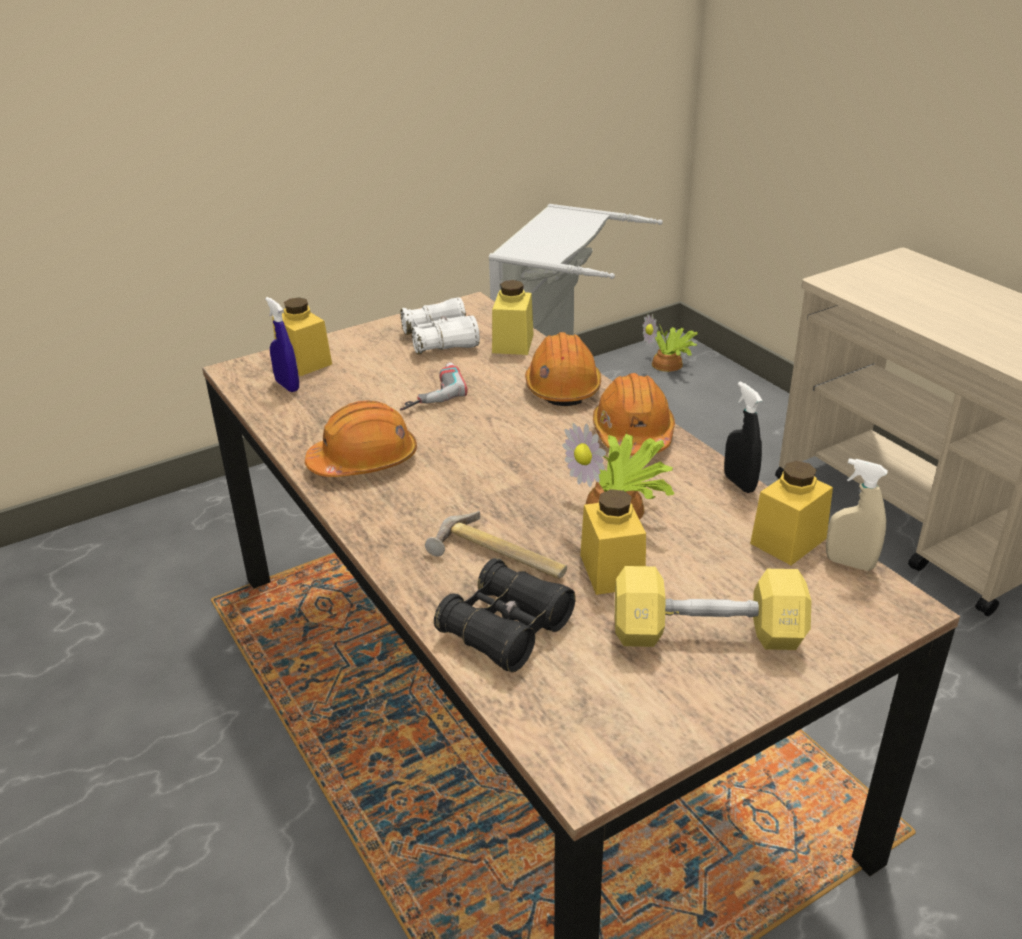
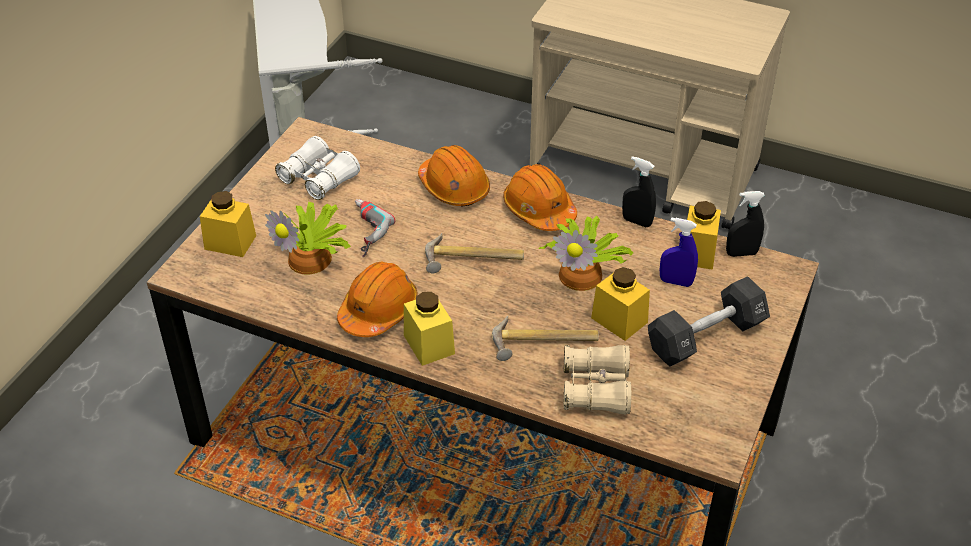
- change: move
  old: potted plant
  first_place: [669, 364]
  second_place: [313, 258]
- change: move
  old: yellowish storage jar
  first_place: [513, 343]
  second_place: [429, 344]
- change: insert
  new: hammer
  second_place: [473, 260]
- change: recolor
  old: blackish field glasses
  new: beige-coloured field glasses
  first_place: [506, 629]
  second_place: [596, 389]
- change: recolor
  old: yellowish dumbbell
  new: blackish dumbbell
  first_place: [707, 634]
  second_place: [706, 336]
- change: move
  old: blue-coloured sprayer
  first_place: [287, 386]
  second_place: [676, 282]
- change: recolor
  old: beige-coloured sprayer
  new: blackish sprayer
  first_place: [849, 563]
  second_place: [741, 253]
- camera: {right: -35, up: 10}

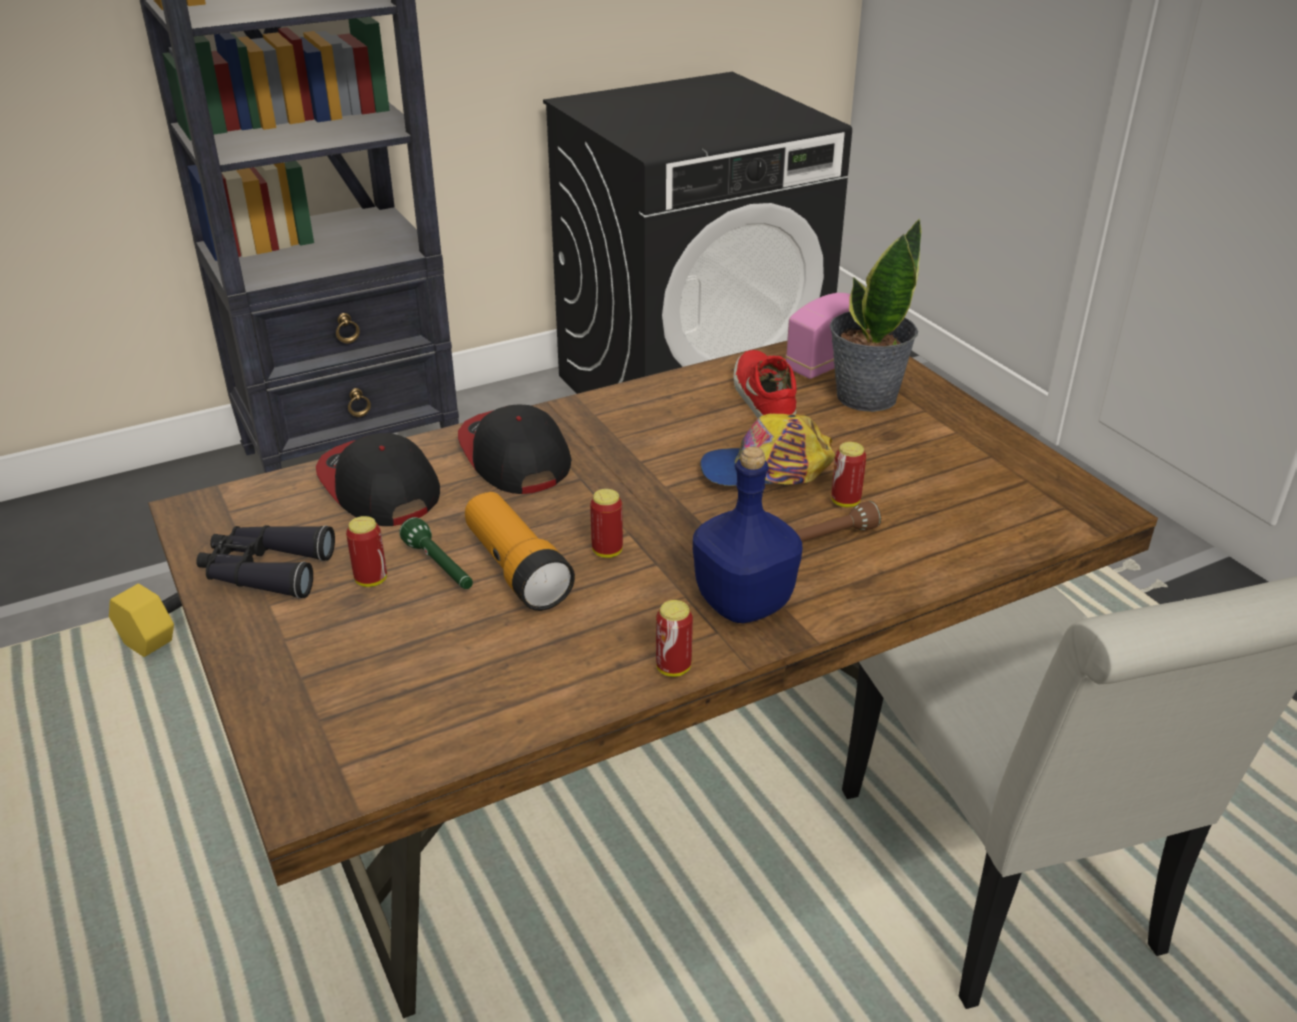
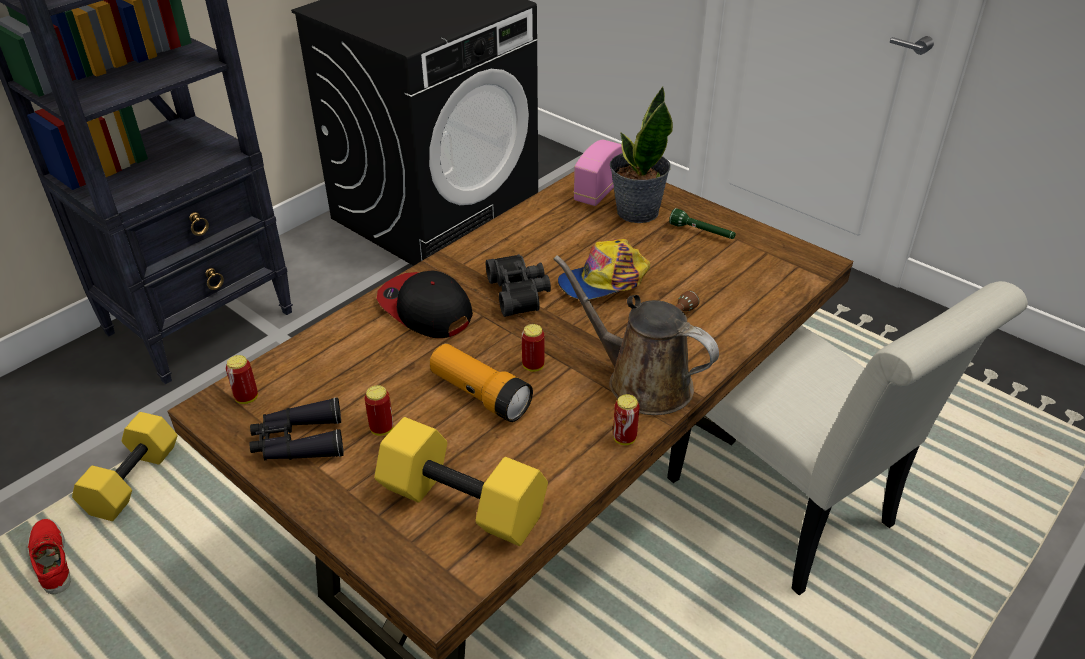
- change: move
  old: reddish low shoe
  first_place: [762, 397]
  second_place: [50, 560]
- change: move
  old: sealed can
  first_place: [845, 502]
  second_place: [247, 398]
- change: insert
  new: yellowish dumbbell
  second_place: [465, 502]
- change: insert
  new: blackish field glasses
  second_place: [520, 293]
- change: replace
  old: blue-coloured beverage bottle
  new: brown-coloured watering can
  first_place: [742, 604]
  second_place: [642, 382]
- change: move
  old: green torch
  first_place: [440, 567]
  second_place: [702, 233]
- change: delete
  old: baseball cap
  first_place: [378, 486]
- camera: {right: -20, up: 5}

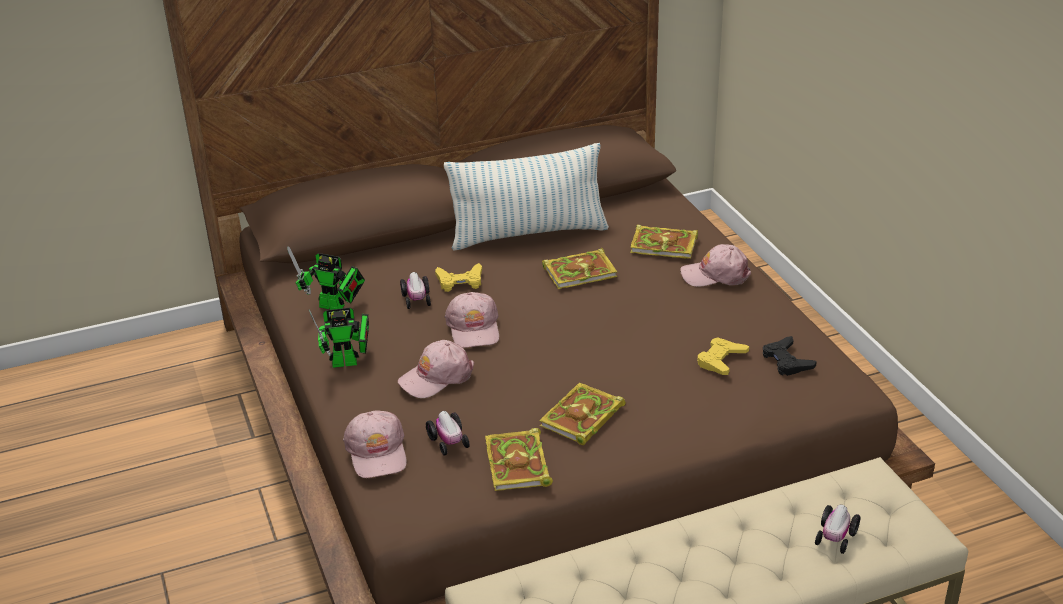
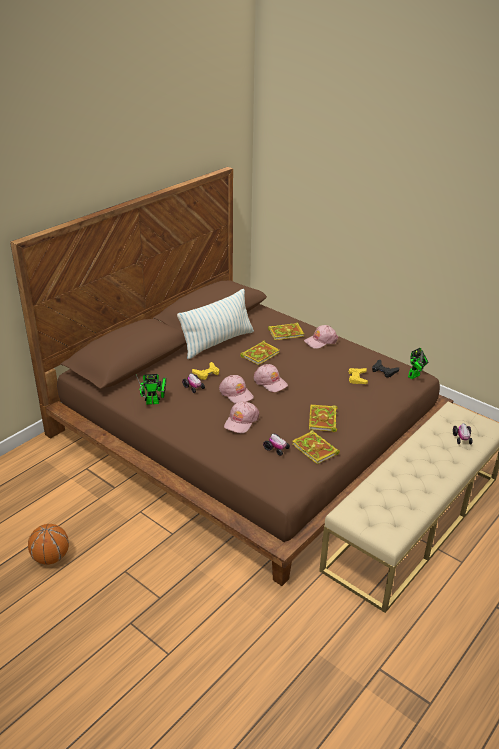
- change: insert
  new: basketball
  second_place: [51, 557]
- change: move
  old: pinkish baseball cap
  first_place: [377, 452]
  second_place: [270, 382]
- change: move
  old: robot figure
  first_place: [349, 362]
  second_place: [415, 375]
- camera: {right: -30, up: 0}

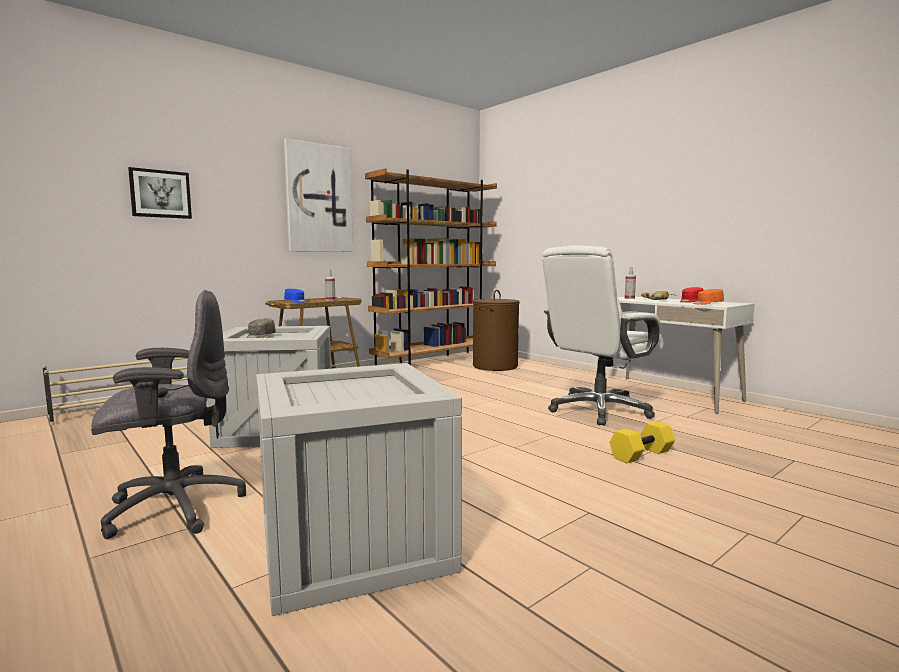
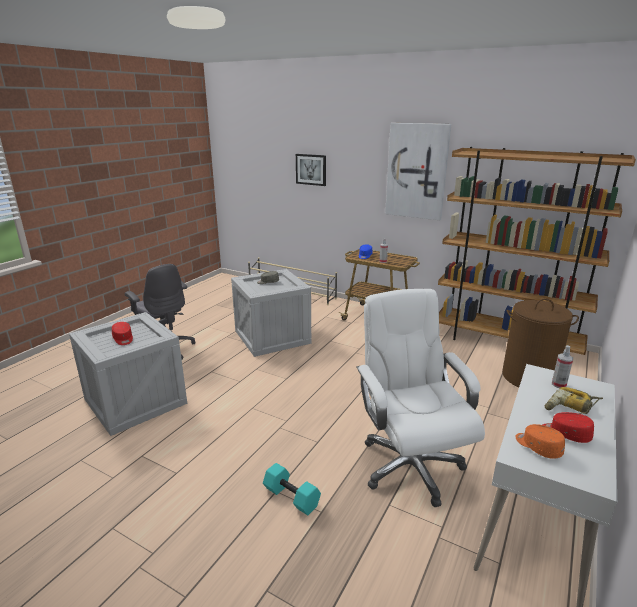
- change: insert
  new: reddish baseball cap
  second_place: [123, 339]
- change: recolor
  old: yellowish dumbbell
  new: turquoise dumbbell
  first_place: [642, 455]
  second_place: [290, 497]
- change: rotate
  old: white computer chair
  first_place: [599, 410]
  second_place: [410, 465]
  degrees: 45
- camera: {right: 70, up: 15}

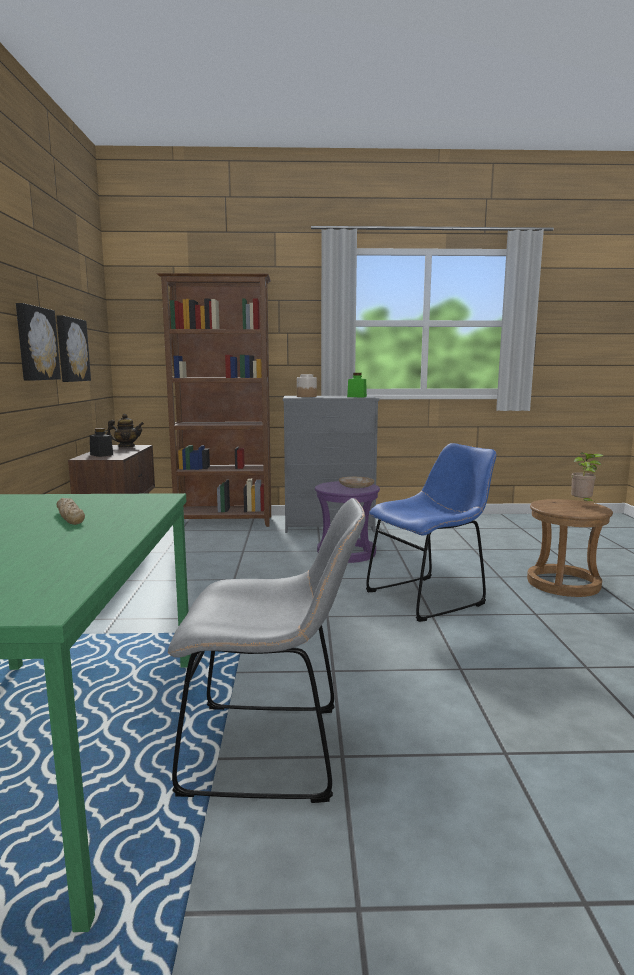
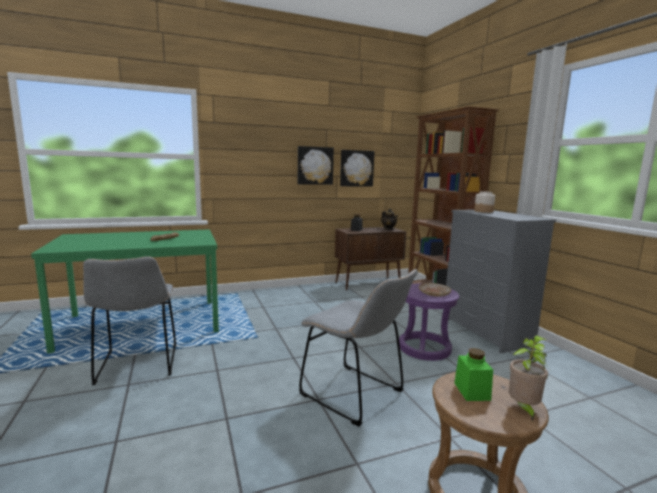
- change: recolor
  old: blue-coloured upright chair
  new: gray upright chair
  first_place: [429, 597]
  second_place: [356, 395]
- change: move
  old: green storage jar
  first_place: [357, 397]
  second_place: [472, 391]
- camera: {right: 70, up: 0}

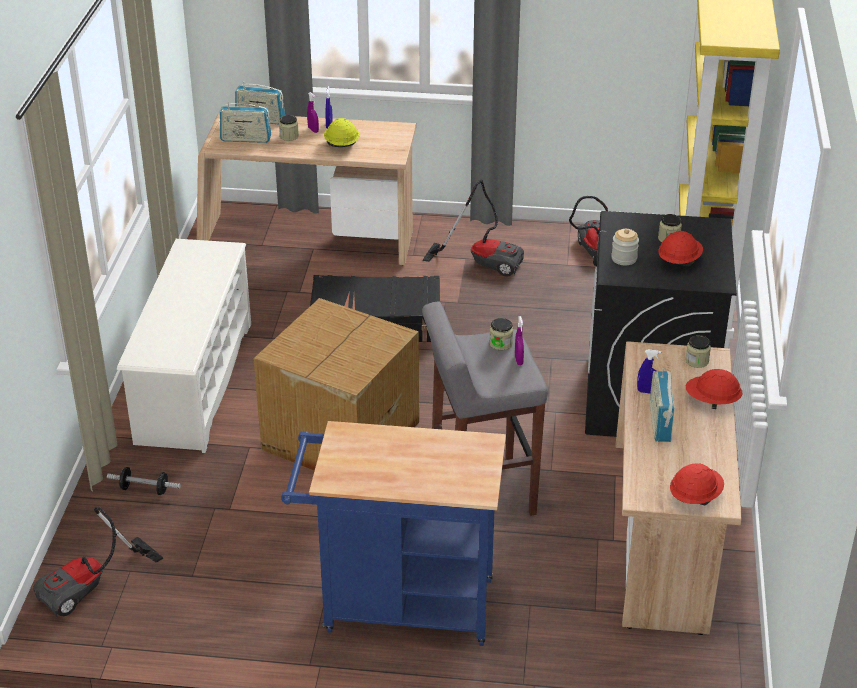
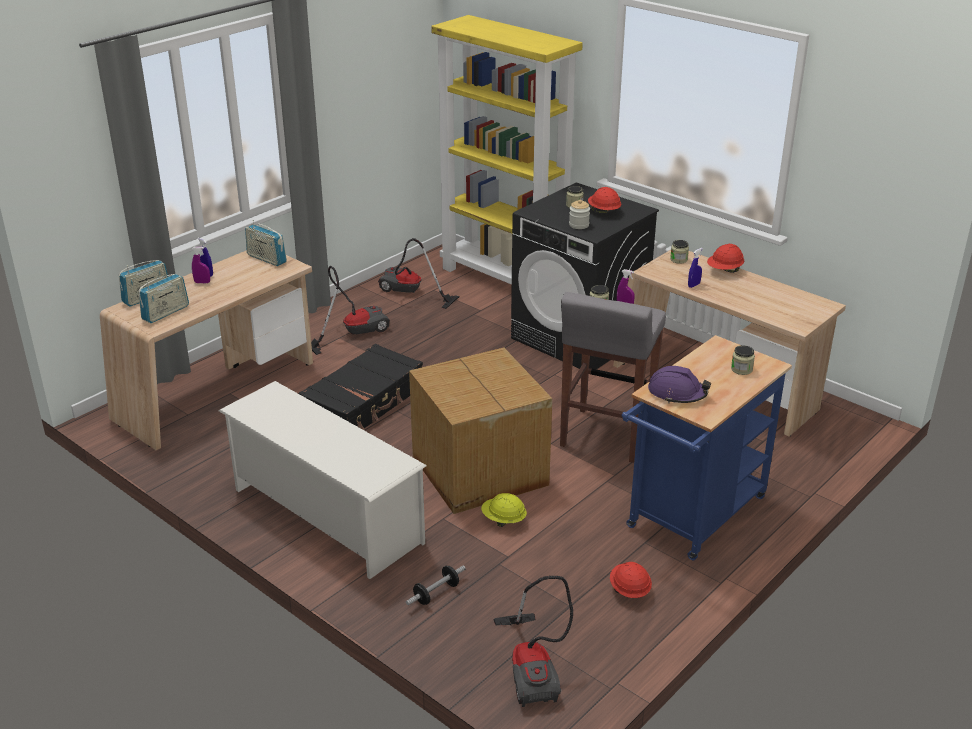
- change: move
  old: radio set
  first_place: [660, 423]
  second_place: [266, 259]
- change: move
  old: yellowish hard hat
  first_place: [341, 145]
  second_place: [503, 520]
- change: move
  old: reddish hard hat
  first_place: [695, 497]
  second_place: [629, 590]
- change: insert
  new: purple-coloured hard hat
  second_place: [677, 393]
- change: move
  old: storage jar
  first_place: [289, 136]
  second_place: [741, 369]
- camera: {right: -55, up: -5}

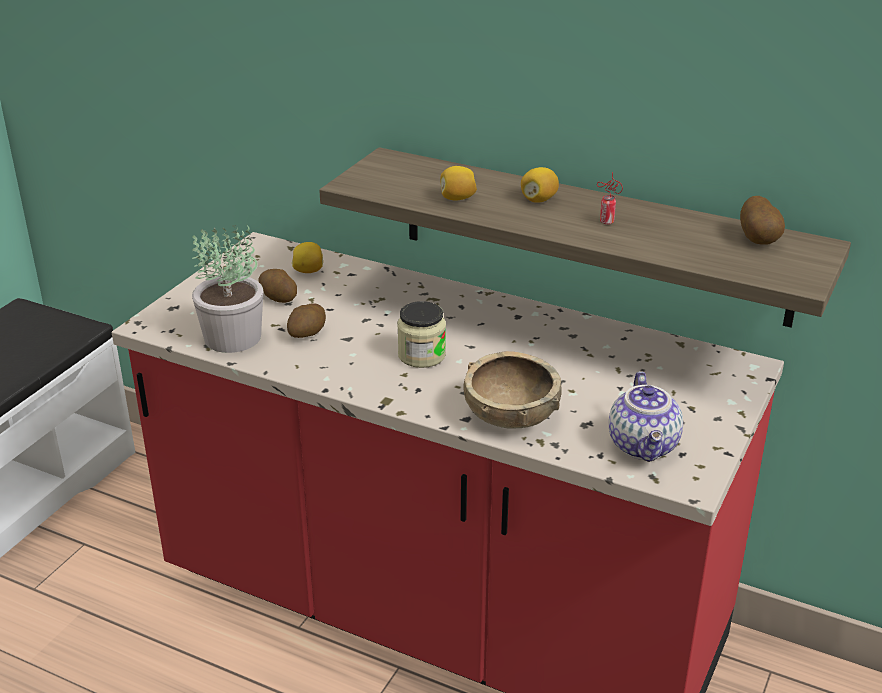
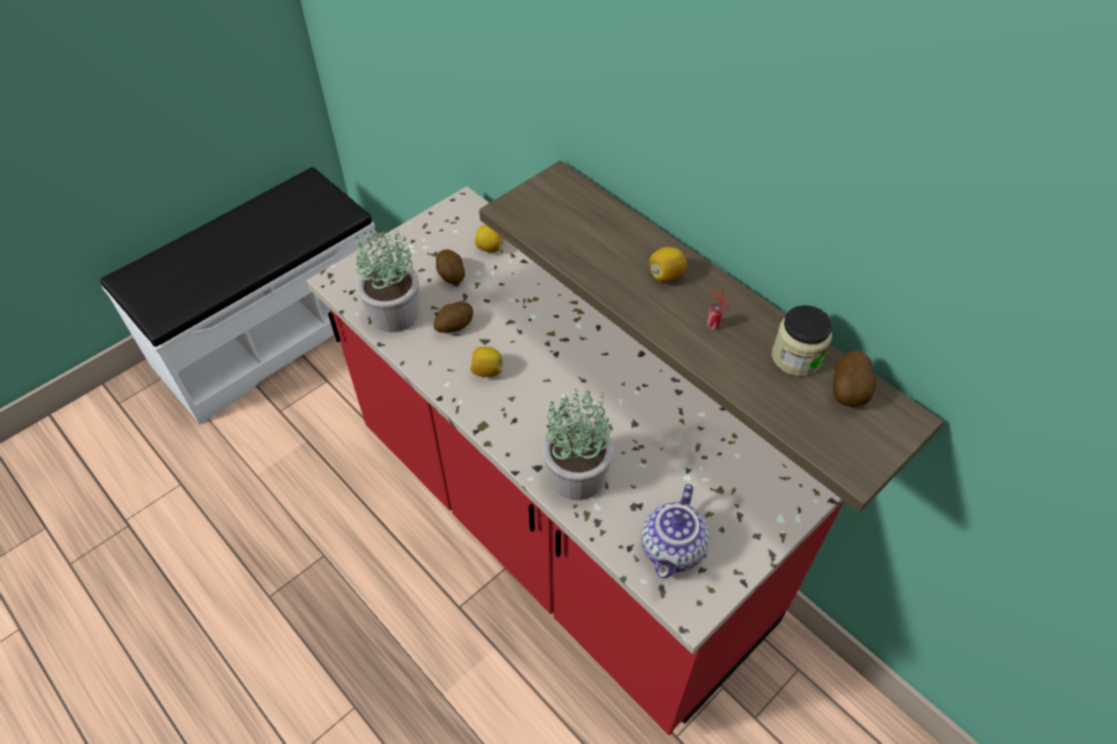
- change: move
  old: citrus fruit
  first_place: [457, 198]
  second_place: [487, 371]
- change: replace
  old: brown-coloured deep dish
  new: potted plant
  first_place: [511, 414]
  second_place: [577, 474]
- change: move
  old: storage jar
  first_place: [421, 355]
  second_place: [796, 357]
- camera: {right: 20, up: 20}

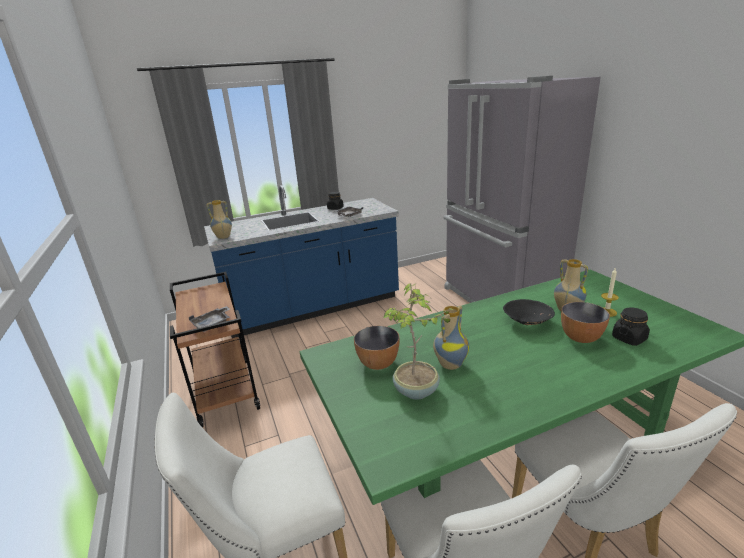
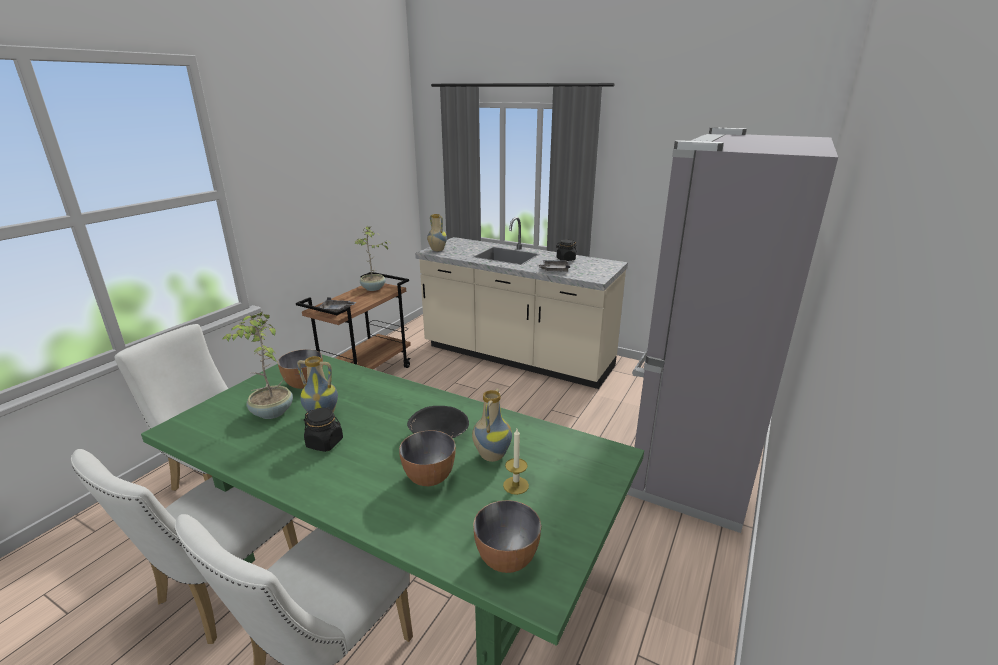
- change: move
  old: blackish storage jar
  first_place: [629, 338]
  second_place: [325, 443]
- change: insert
  new: potted plant
  second_place: [373, 288]
- change: recolor
  old: blue-coloured kitchen counter
  new: beige-coloured kitchen counter
  first_place: [314, 309]
  second_place: [517, 358]
- change: insert
  new: deep dish
  second_place: [506, 559]
- camera: {right: 50, up: 0}

